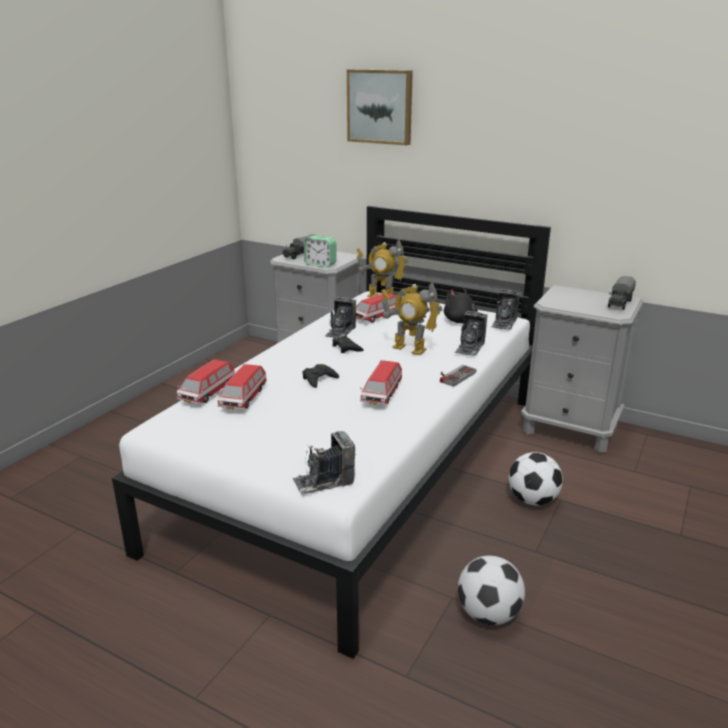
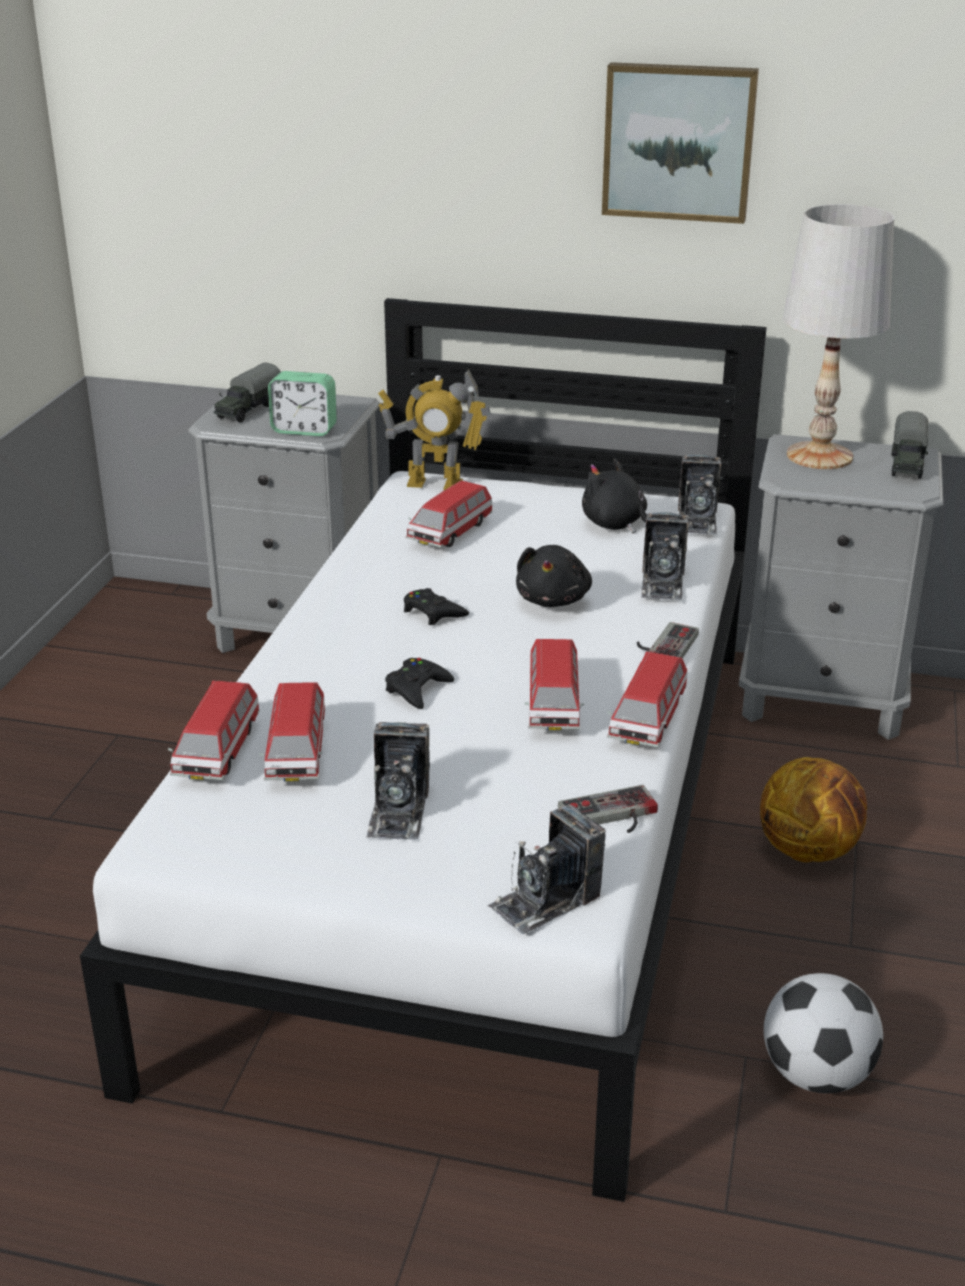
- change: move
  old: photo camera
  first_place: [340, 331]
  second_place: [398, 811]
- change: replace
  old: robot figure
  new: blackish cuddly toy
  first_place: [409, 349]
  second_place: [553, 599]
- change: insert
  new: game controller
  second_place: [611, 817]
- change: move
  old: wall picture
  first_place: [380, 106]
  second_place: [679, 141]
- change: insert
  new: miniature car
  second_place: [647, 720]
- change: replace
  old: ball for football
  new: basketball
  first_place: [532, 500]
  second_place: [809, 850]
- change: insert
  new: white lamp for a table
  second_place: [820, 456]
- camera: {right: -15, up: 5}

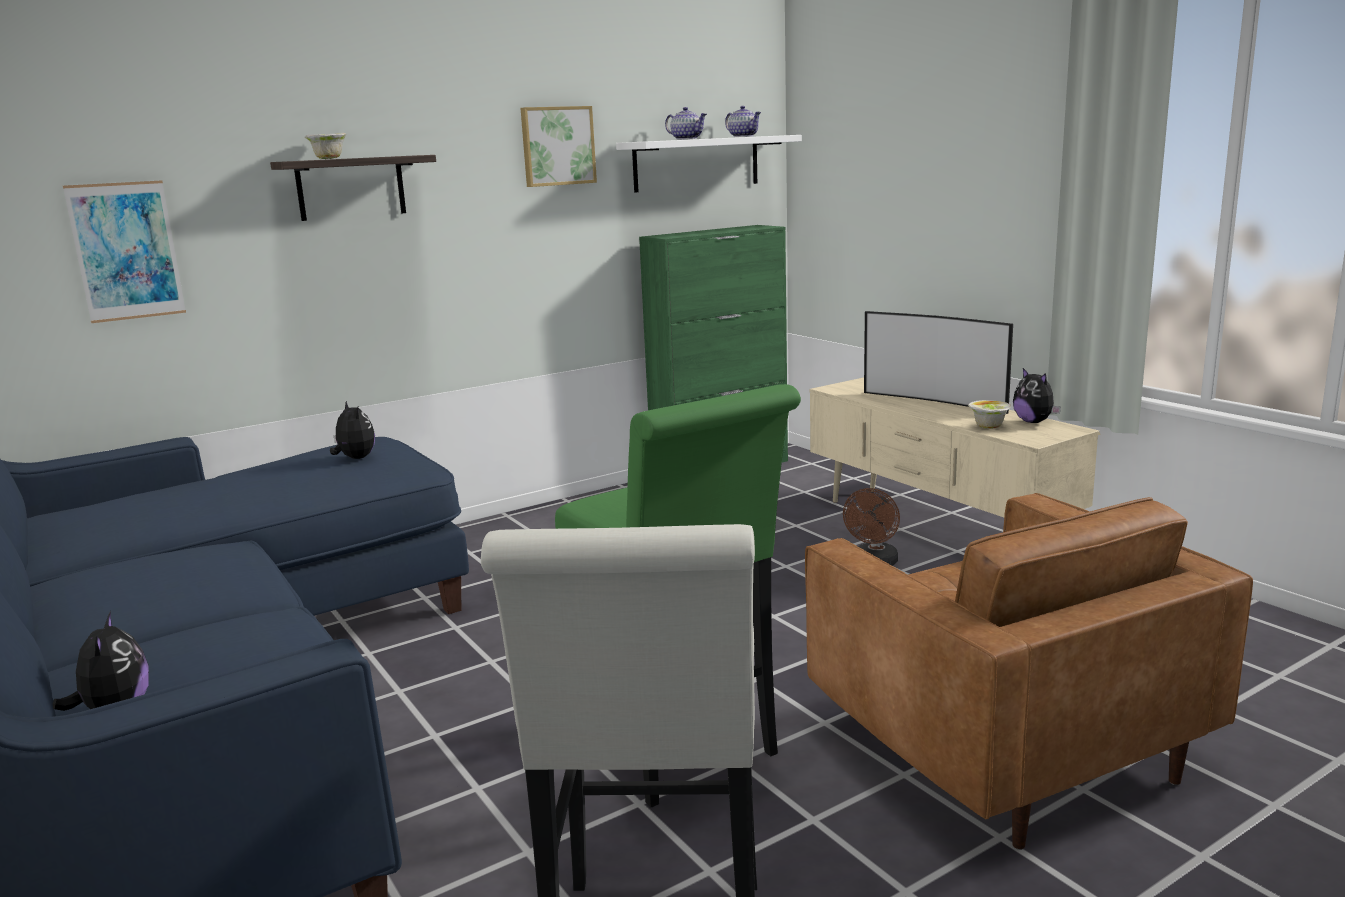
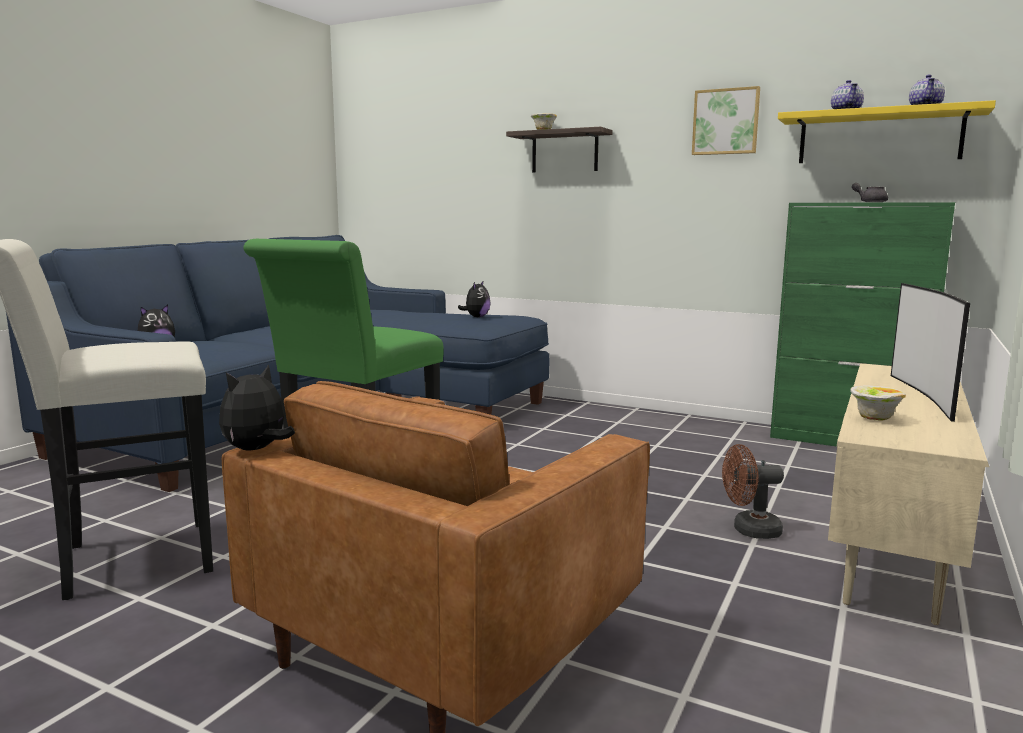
- change: move
  old: cuddly toy
  first_place: [1034, 422]
  second_place: [257, 450]
- change: recolor
  old: white wall shelf
  new: yellowish wall shelf
  first_place: [696, 163]
  second_place: [879, 137]
- change: insert
  new: gray tea pot
  second_place: [870, 202]
- change: delete
  old: wall picture
  first_place: [126, 251]
- camera: {right: 60, up: -5}

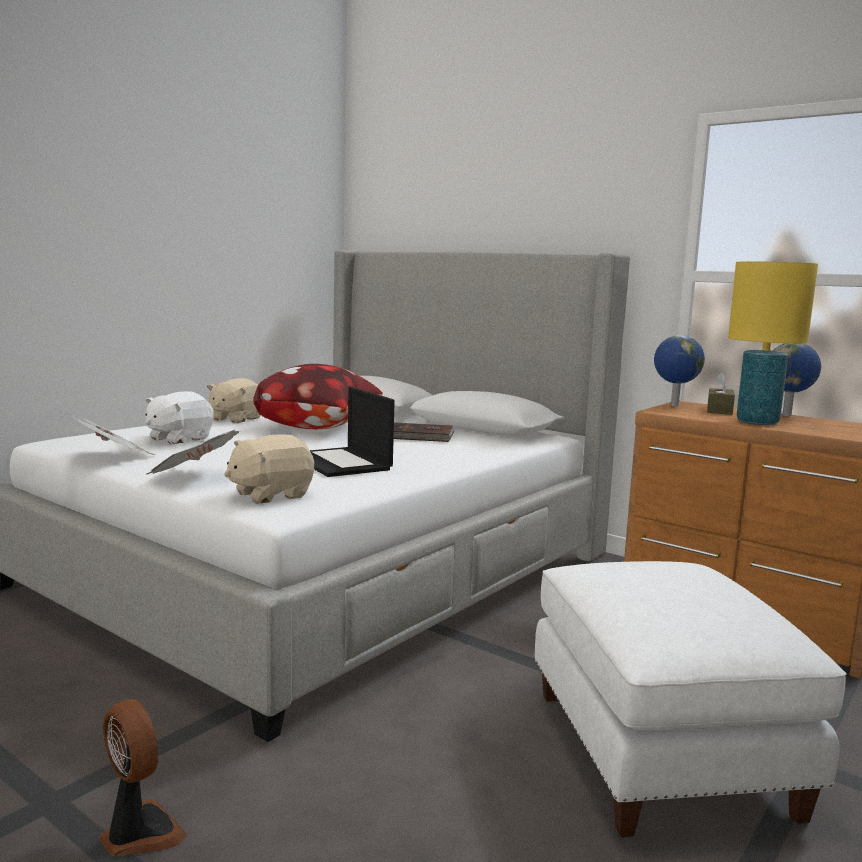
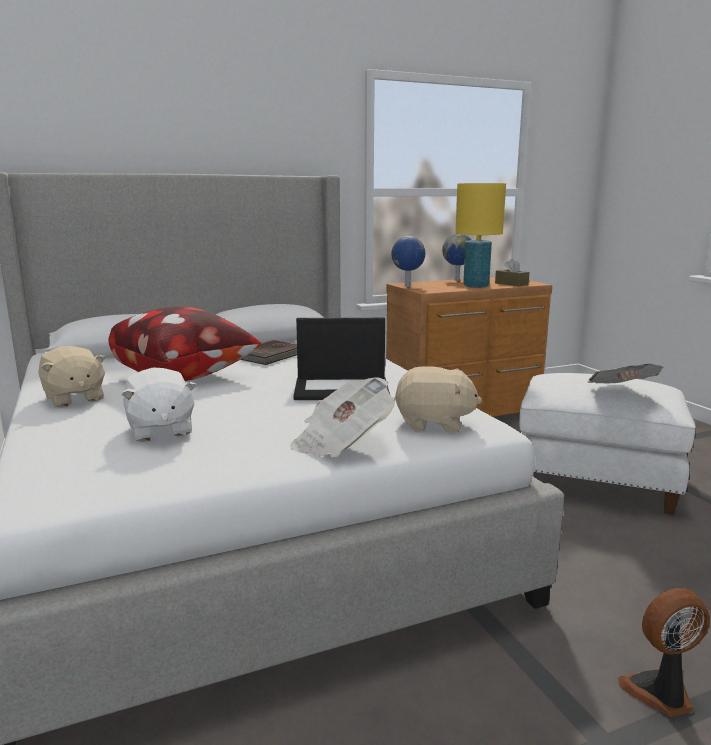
- change: rotate
  old: beige-coloured cuddly toy
  first_place: [270, 495]
  second_place: [434, 423]
  degrees: -75
- change: move
  old: brown-coloured tissue box
  first_place: [719, 410]
  second_place: [511, 284]
- change: move
  old: daily paper
  first_place: [110, 456]
  second_place: [621, 393]
- camera: {right: -60, up: 5}

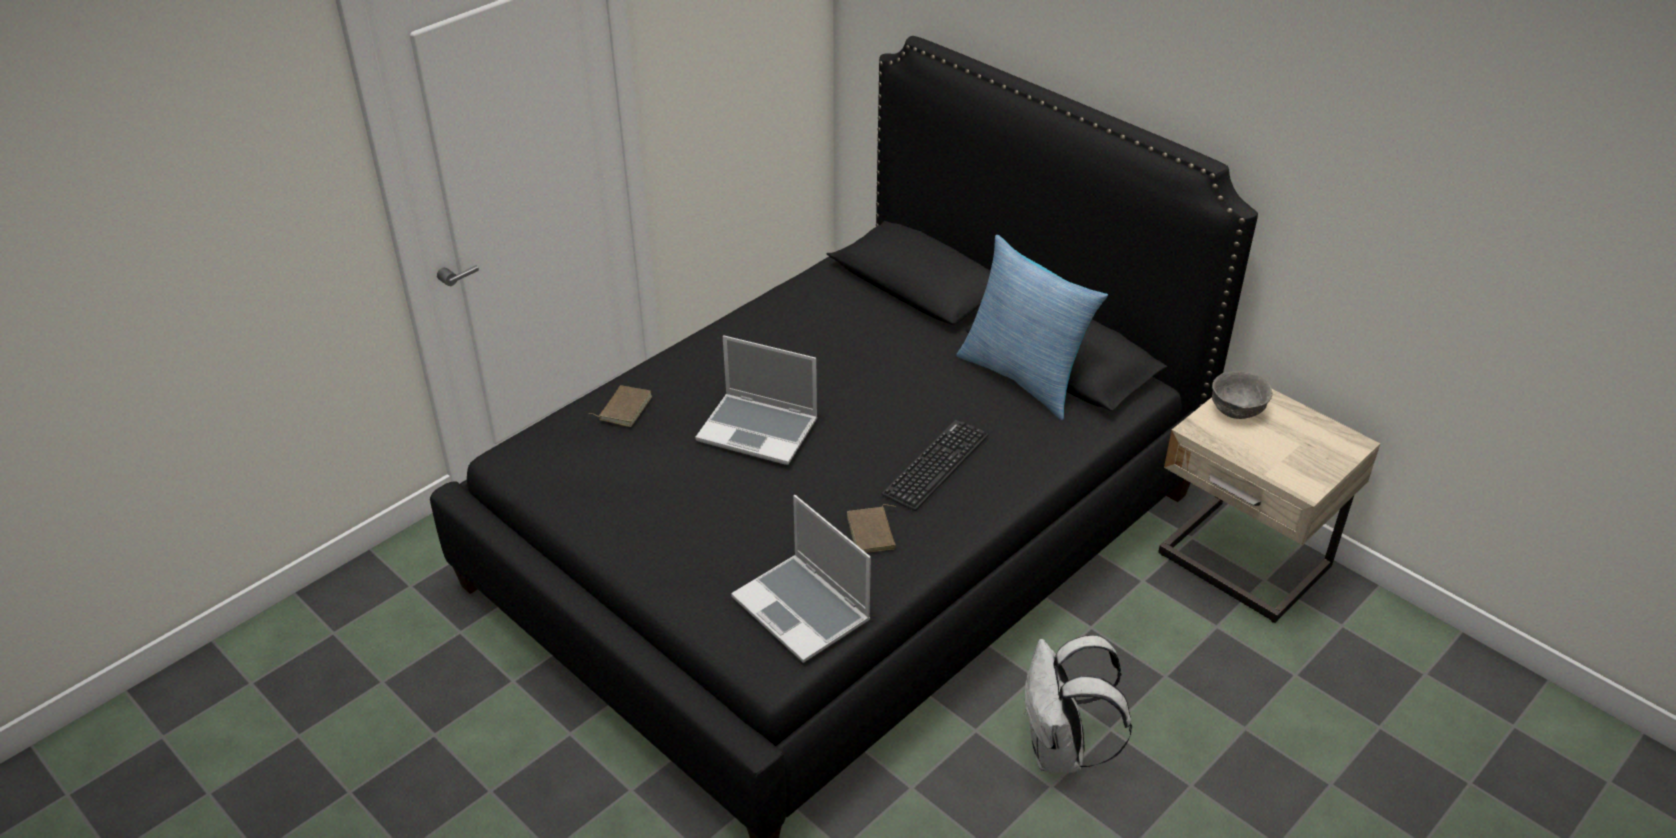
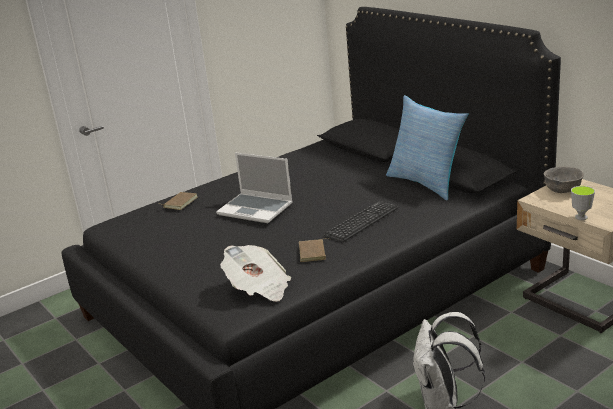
- change: replace
  old: laptop
  new: daily paper
  first_place: [803, 610]
  second_place: [258, 288]
- change: insert
  new: cup
  second_place: [581, 217]
- camera: {right: 10, up: -15}

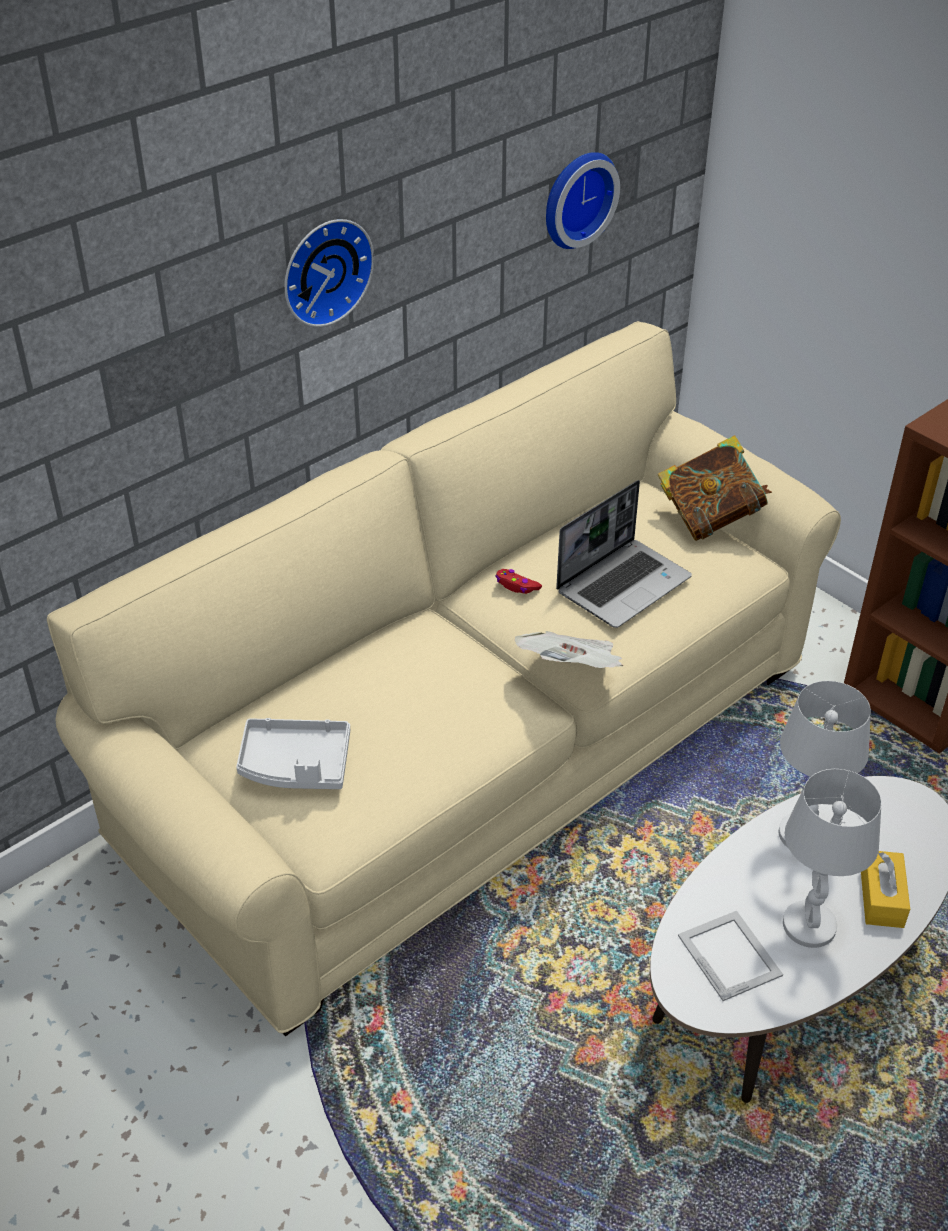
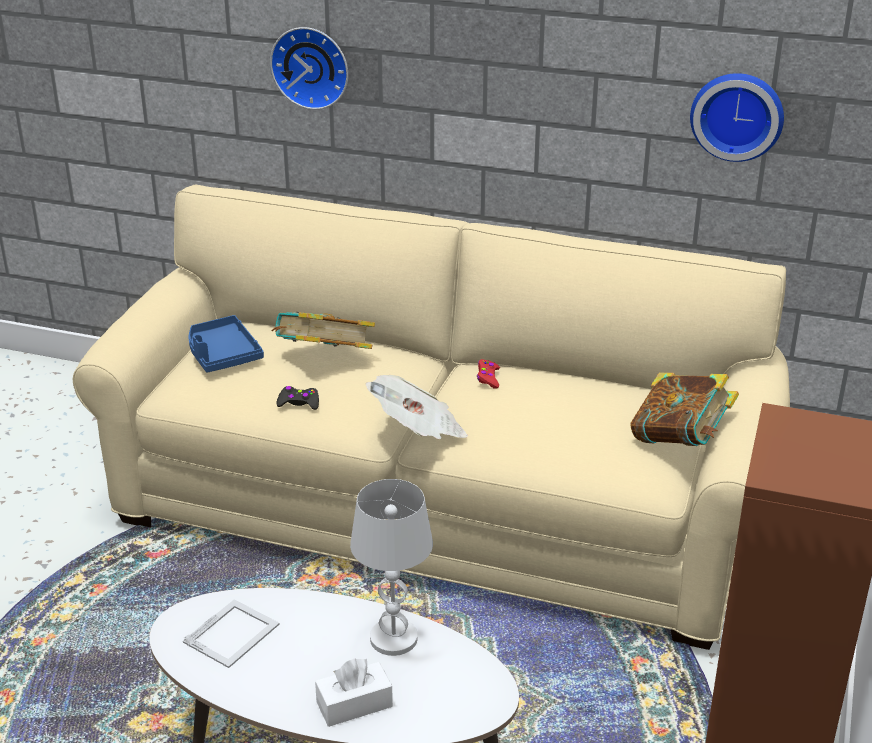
- change: recolor
  old: gray tray
  new: blue-coloured tray
  first_place: [295, 765]
  second_place: [222, 354]
- change: move
  old: clock on the wall
  first_place: [324, 270]
  second_place: [311, 66]
- change: insert
  new: book
  second_place: [324, 360]
- change: insert
  new: blackish game controller
  second_place: [299, 403]
- change: recolor
  old: yellowish tissue box
  new: white tissue box
  first_place: [881, 898]
  second_place: [354, 704]
- change: delete
  old: laptop
  first_place: [623, 584]
- change: delete
  old: white lamp for a table
  first_place: [808, 925]
- camera: {right: 60, up: -10}

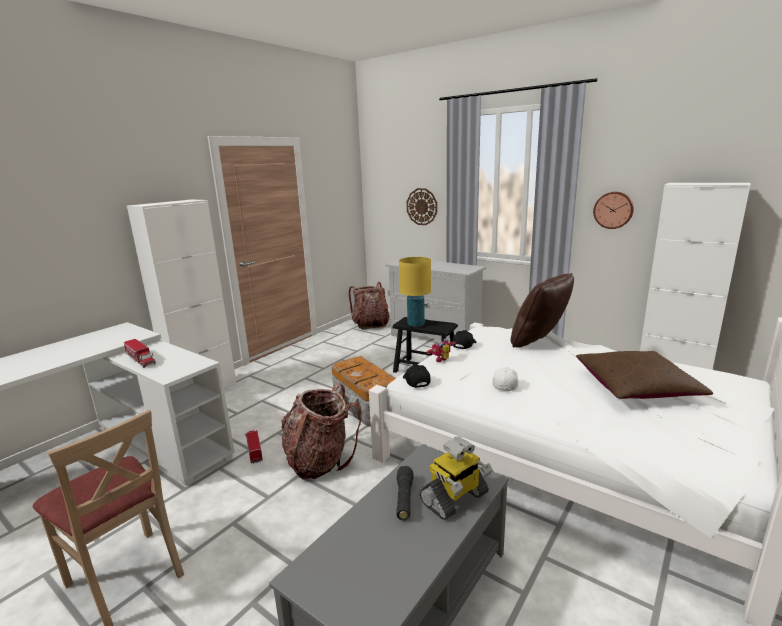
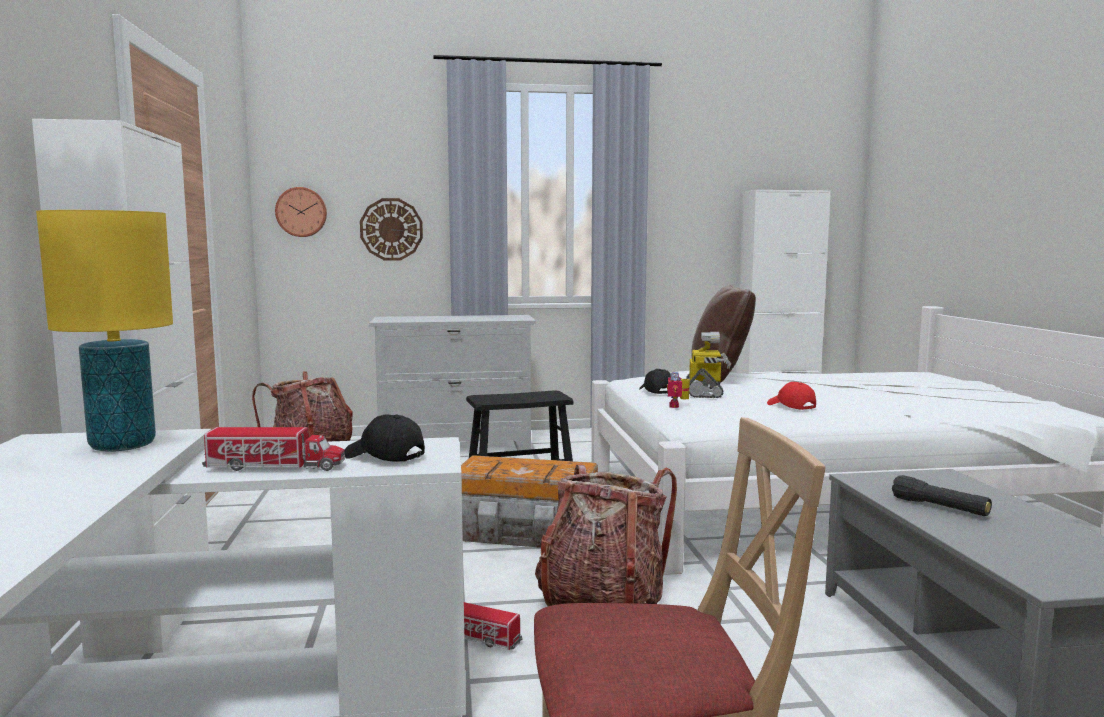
- change: move
  old: yellowish lamp for a table
  first_place: [415, 324]
  second_place: [122, 446]
- change: move
  old: clock on the wall
  first_place: [613, 210]
  second_place: [301, 212]
- change: move
  old: blackish baseball cap
  first_place: [415, 381]
  second_place: [383, 457]
- change: move
  old: robot figure
  first_place: [455, 499]
  second_place: [705, 393]
- change: recolor
  old: white baseball cap
  new: reddish baseball cap
  first_place: [505, 384]
  second_place: [790, 407]
- change: delete
  old: brown-coloured cushion
  first_place: [635, 388]
- camera: {right: -45, up: -10}

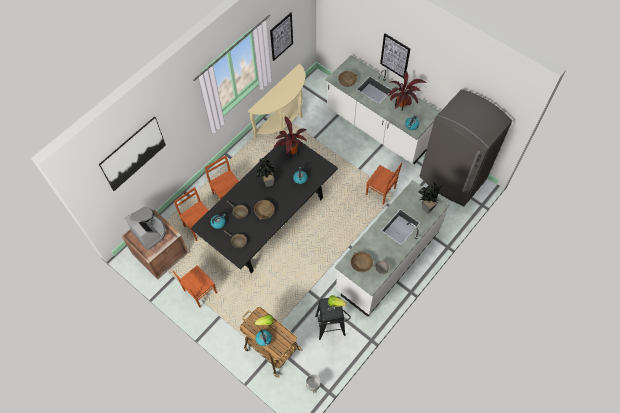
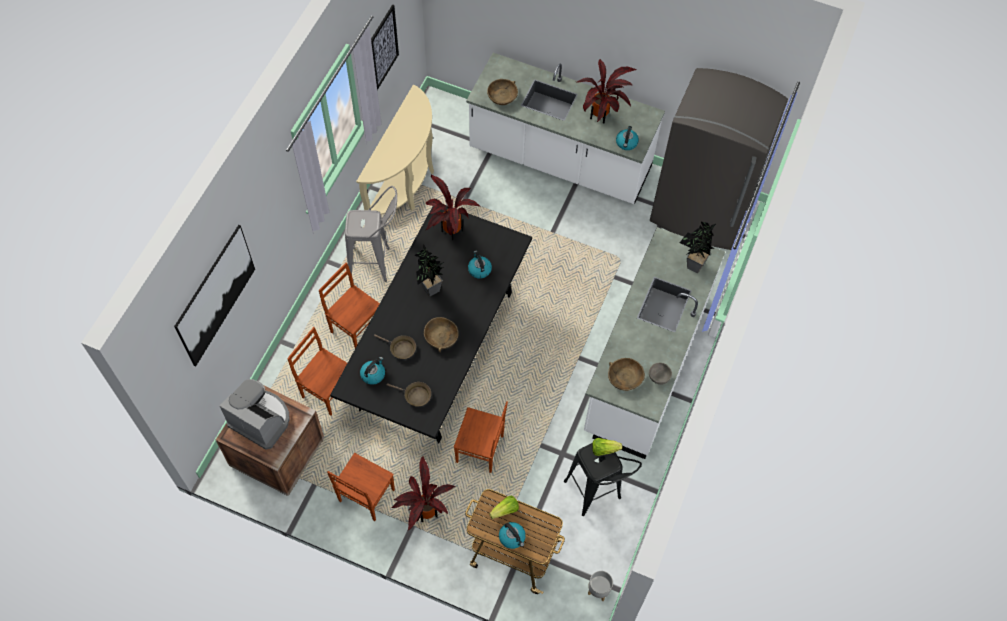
- change: insert
  new: gray sitting stool
  second_place: [377, 264]
- change: insert
  new: potted plant
  second_place: [424, 512]
- change: move
  old: brown-coloured upright chair
  first_place: [380, 192]
  second_place: [480, 450]
- change: delete
  old: wall picture
  first_place: [395, 56]
- camera: {right: -20, up: 0}

